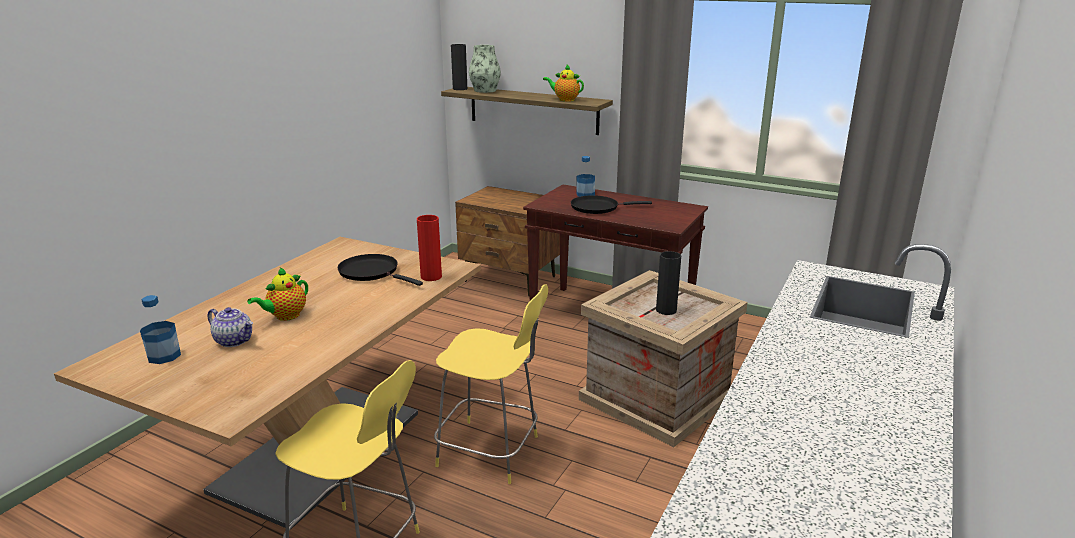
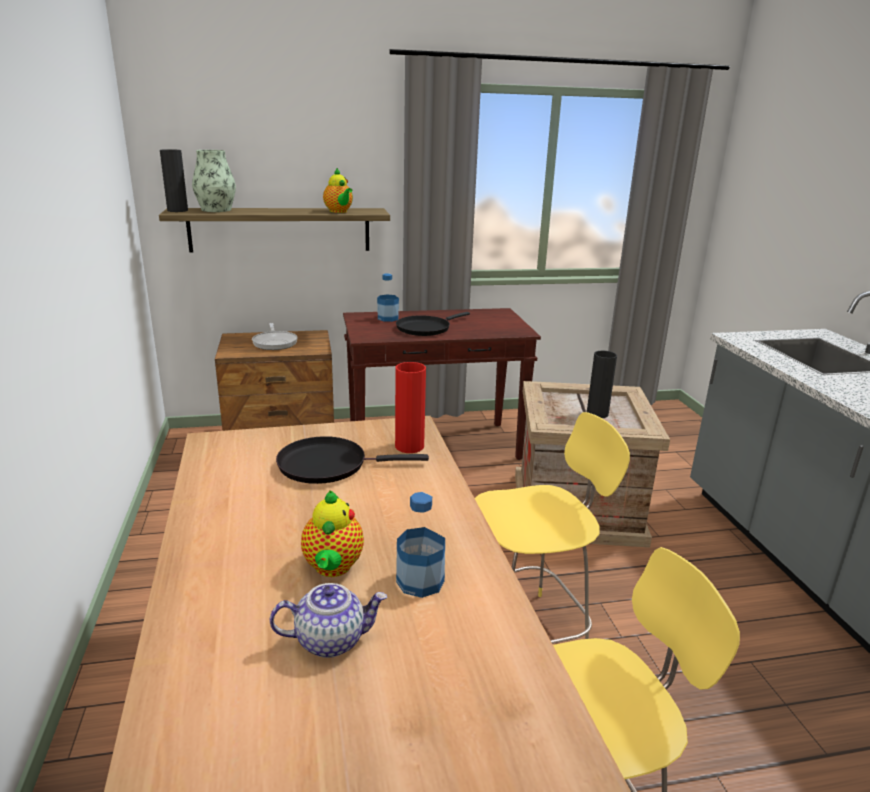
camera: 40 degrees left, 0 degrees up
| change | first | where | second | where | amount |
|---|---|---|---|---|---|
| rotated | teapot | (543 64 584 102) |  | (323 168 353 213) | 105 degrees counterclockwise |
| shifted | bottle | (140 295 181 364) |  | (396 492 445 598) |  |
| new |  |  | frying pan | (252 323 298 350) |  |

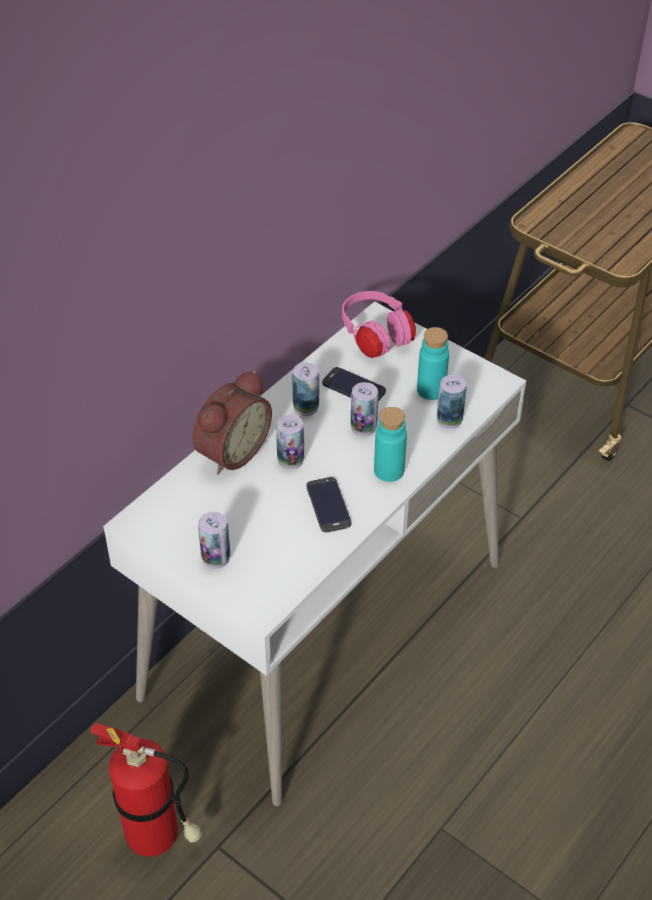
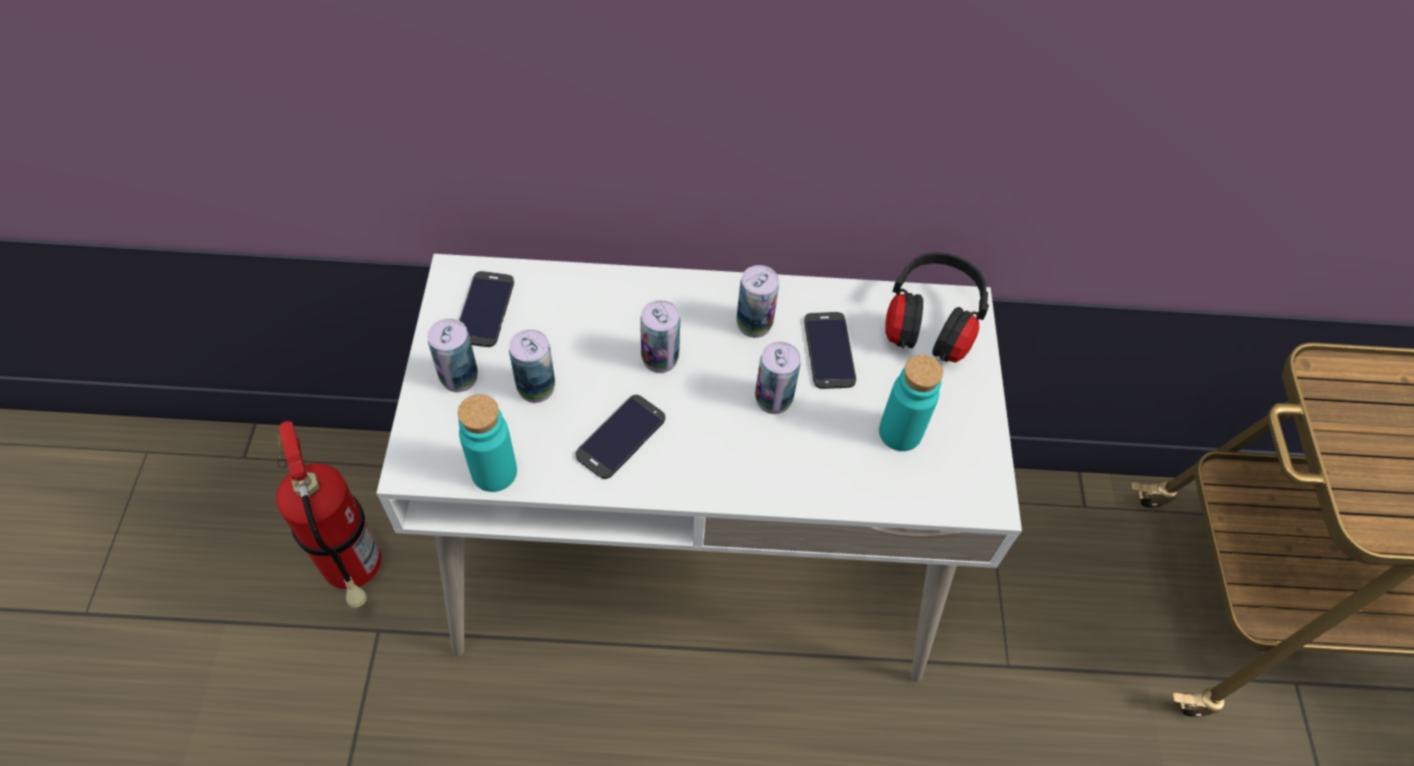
camera: 50 degrees right, 10 degrees up
| change | first | where | second | where | amount |
|---|---|---|---|---|---|
| repainted | headphones in pink | (342 291 416 358) | headphones in black | (885 252 989 363) |  |
| gone | alarm clock | (192 371 272 475) |  |  |  |
| shifted | can | (437 375 466 429) |  | (509 329 555 403) |  |
| shifted | bottle in turquoise | (374 407 407 482) |  | (458 394 517 492) |  |
| new |  |  | phone | (459 271 514 347) |  |

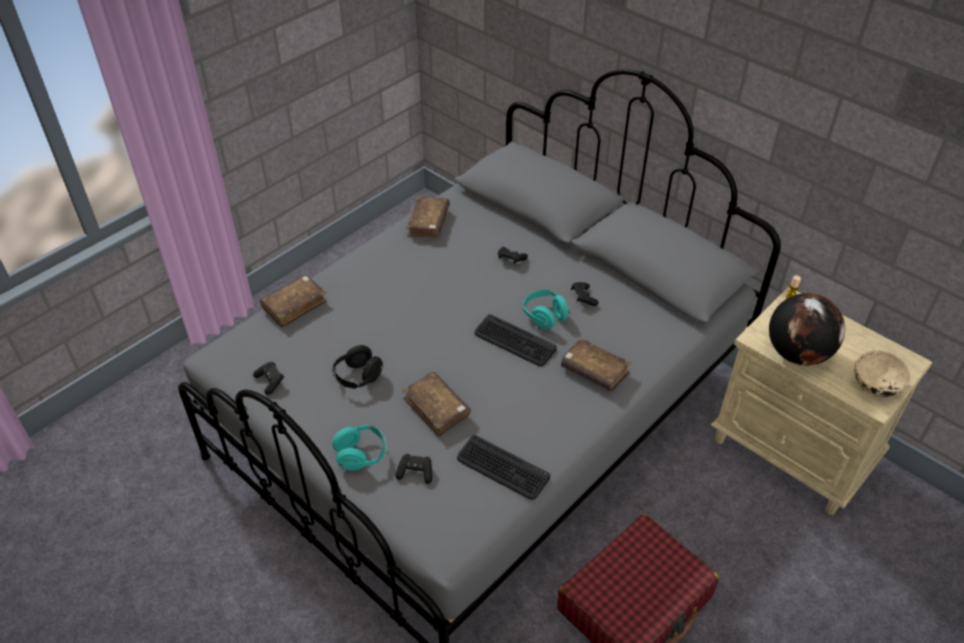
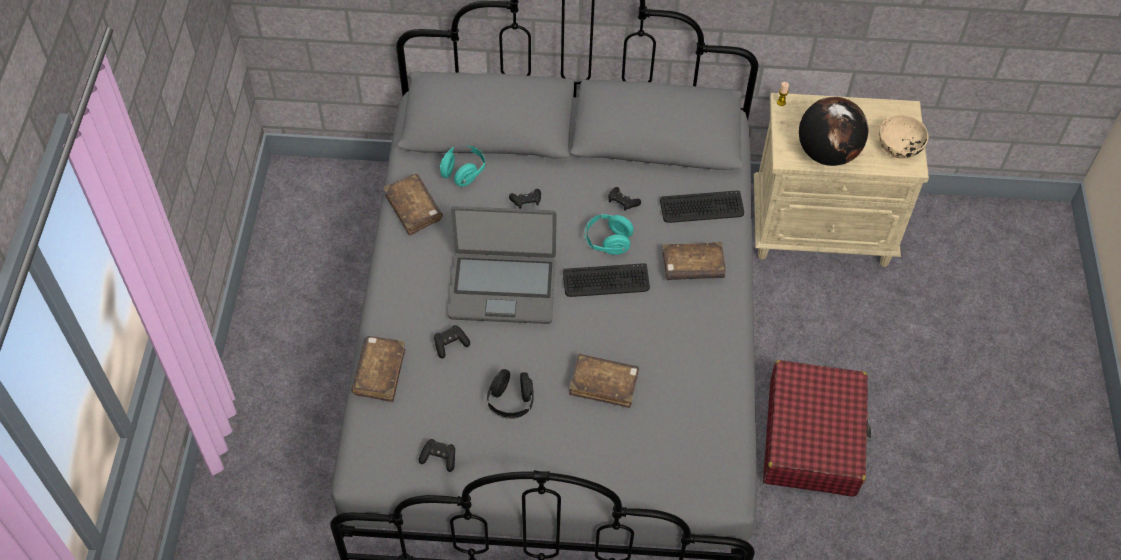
camera: 40 degrees left, 10 degrees up
| change | first | where | second | where | amount |
|---|---|---|---|---|---|
| shifted | headphones in turquoise | (332 425 387 471) |  | (440 145 486 187) |  |
| shifted | keyboard | (457 435 550 500) |  | (660 190 744 223) |  |
| shifted | game controller in black | (396 454 432 484) |  | (434 325 470 358) |  |
| new |  |  | laptop | (448 206 557 324) |  |

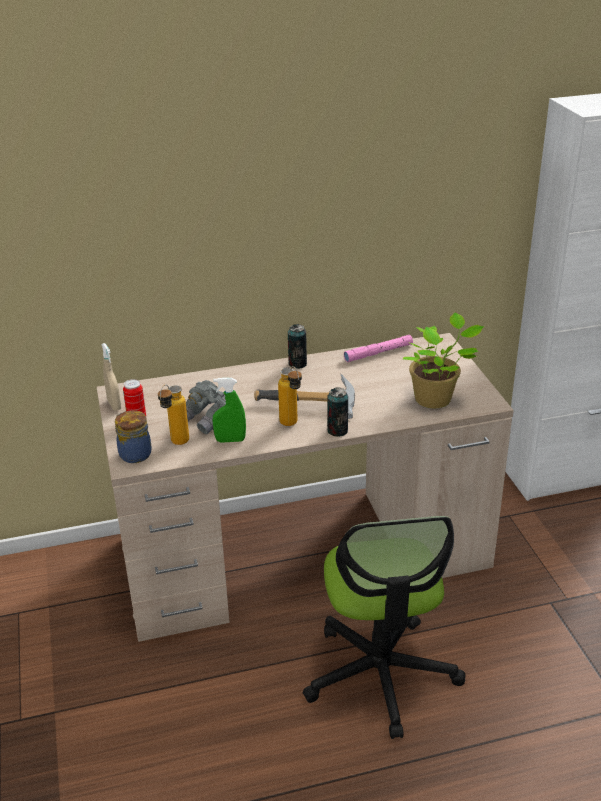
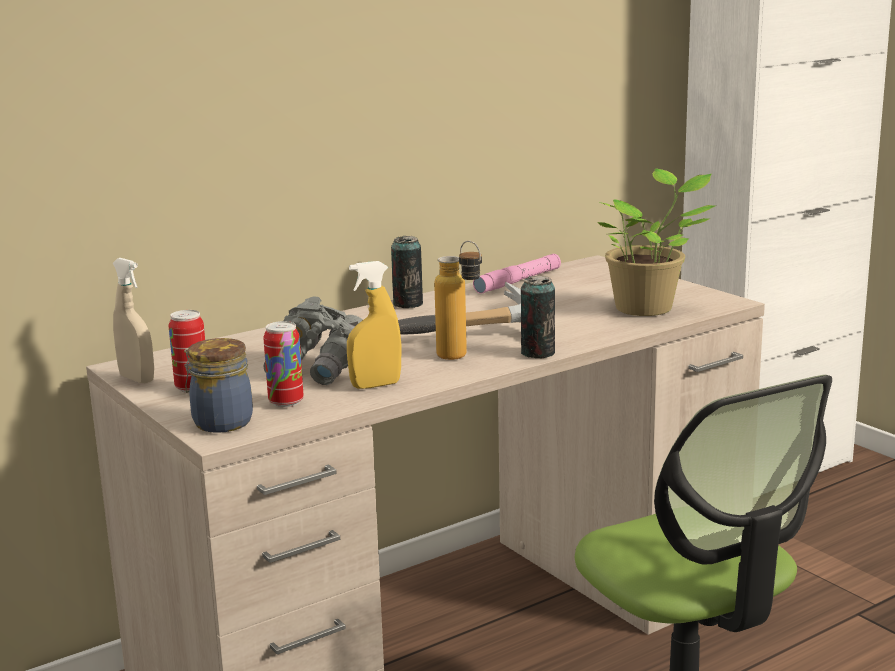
camera: 20 degrees left, 15 degrees down
| change | first | where | second | where | amount |
|---|---|---|---|---|---|
| repainted | spray bottle in green | (212 378 246 443) | spray bottle in yellow | (347 261 401 389) |  |
| swapped | bottle | (158 385 189 445) | can | (263 321 304 407) |  |

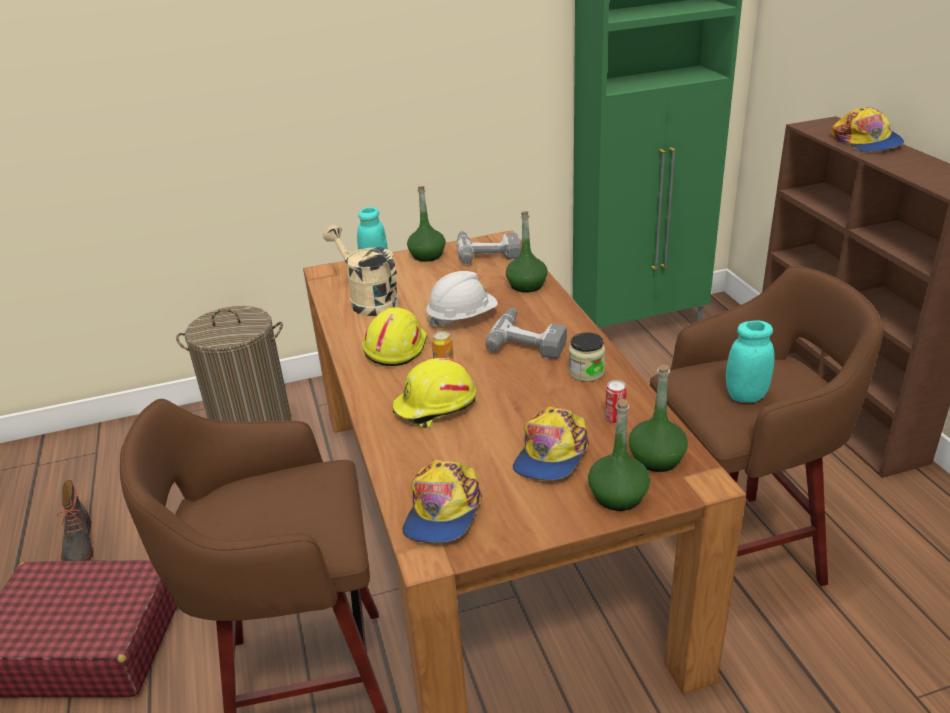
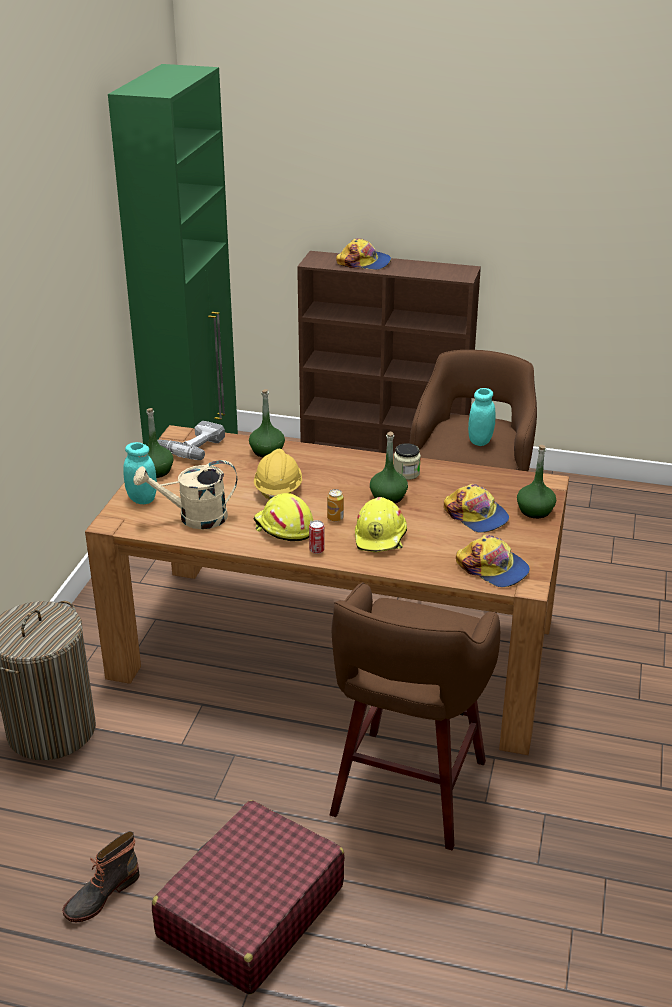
camera: 60 degrees left, 0 degrees up
| change | first | where | second | where | amount |
|---|---|---|---|---|---|
| repainted | hard hat in white | (426 271 498 327) | hard hat in yellow | (254 449 302 499) |  |
| gone | power drill | (485 308 567 359) |  |  |  |
| shifted | bottle in green | (629 365 688 472) |  | (370 432 408 503) |  |
| shifted | can | (605 380 627 424) |  | (309 520 325 554) |  |
| rotated | boot | (57 480 94 561) |  | (62 831 140 922) | 120 degrees clockwise |

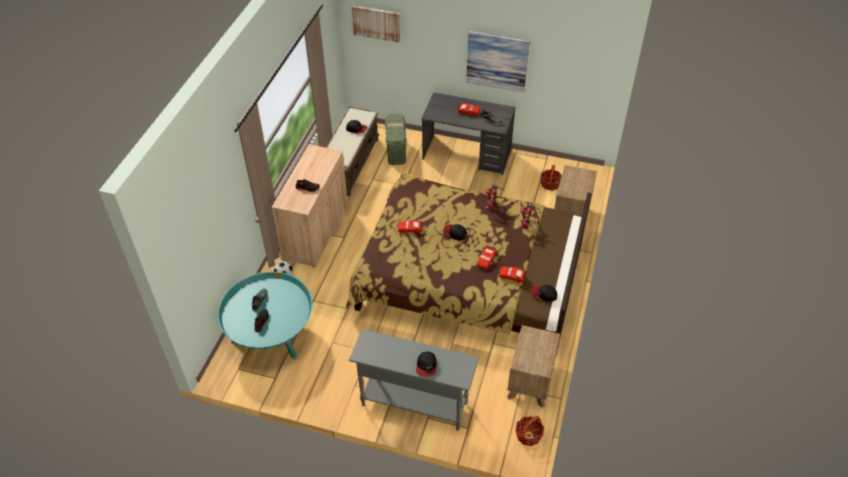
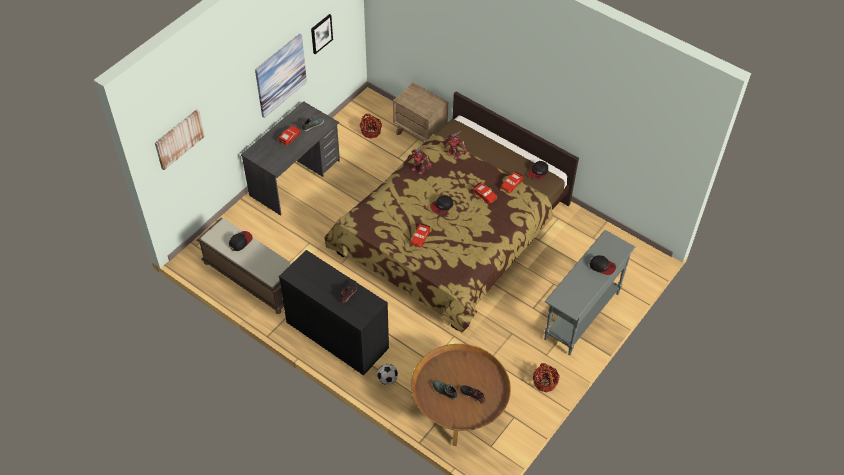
camera: 70 degrees left, 5 degrees up
| change | first | where | second | where | amount |
|---|---|---|---|---|---|
| gone | storage box in green | (385 114 407 165) |  |  |  |
| repainted | cabinet in beige | (272 144 348 268) | cabinet in black | (279 250 389 376) |  |
| repainted | coffee table in turquoise | (218 272 313 359) | coffee table in brown | (411 344 511 446) |  |
| gone | nightstand in brown | (507 325 560 408) |  |  |  |
| shifted | basket | (516 416 544 446) |  | (533 363 560 393) |  |
| new |  |  | picture | (311 14 333 54) |  |

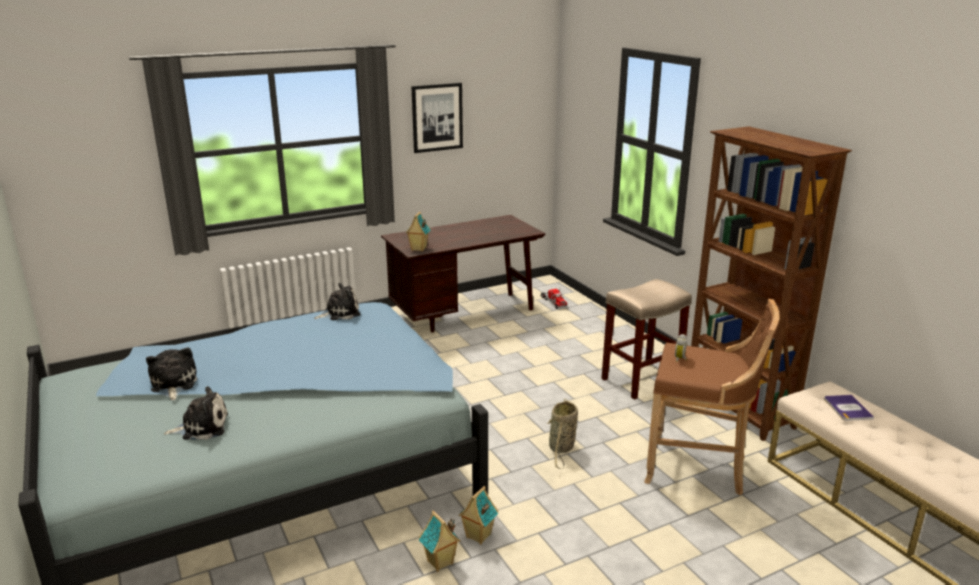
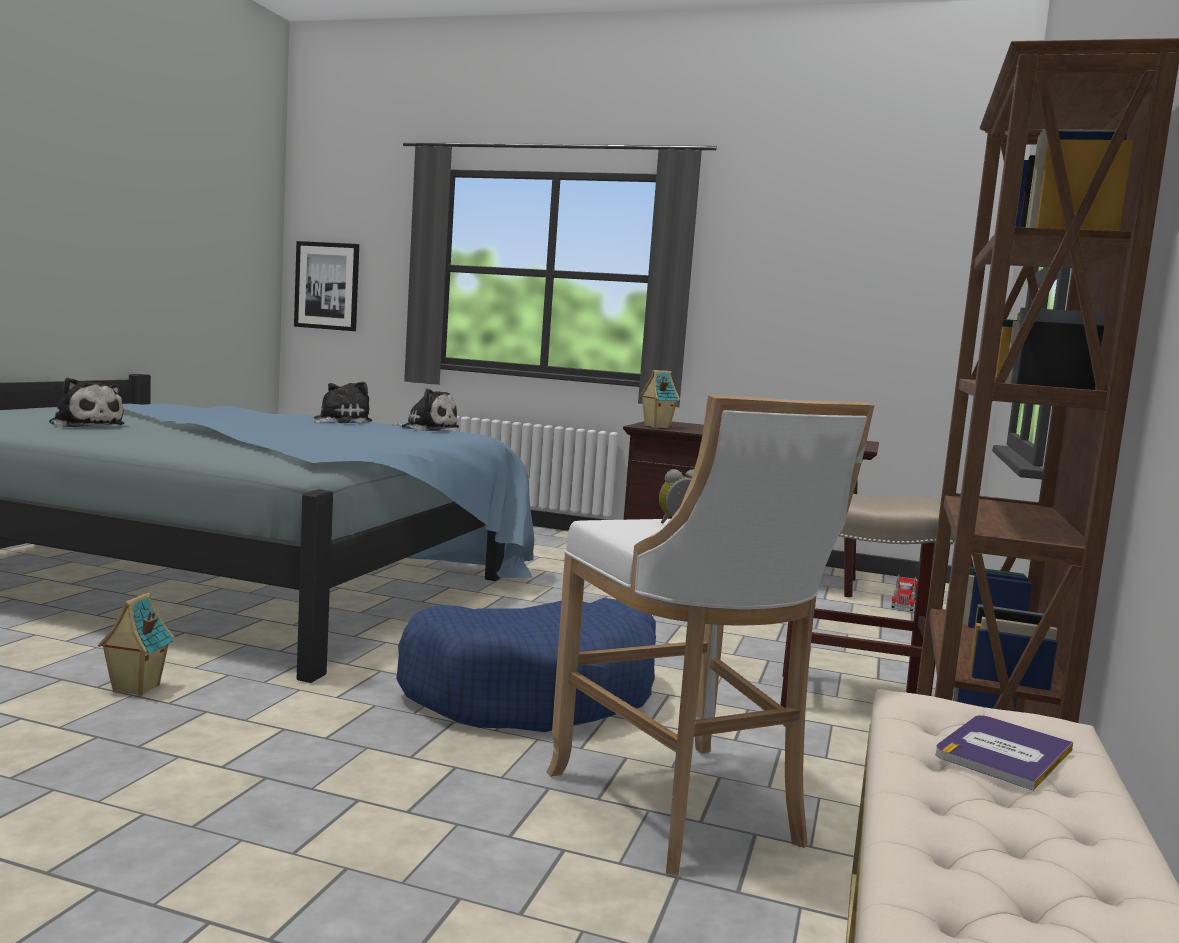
camera: 45 degrees right, 15 degrees down
| change | first | where | second | where | amount |
|---|---|---|---|---|---|
| shifted | picture | (411 83 463 153) |  | (294 241 359 331) |  |
| repainted | stool in brown | (644 298 780 495) | stool in white | (546 395 874 876) |  |
| shifted | plush toy | (146 347 197 400) |  | (313 382 372 424) |  |
| swapped | basket | (546 398 578 469) | dog bed in blue | (396 598 656 732) |  |
| gone | toy house | (458 486 499 544) |  |  |  |

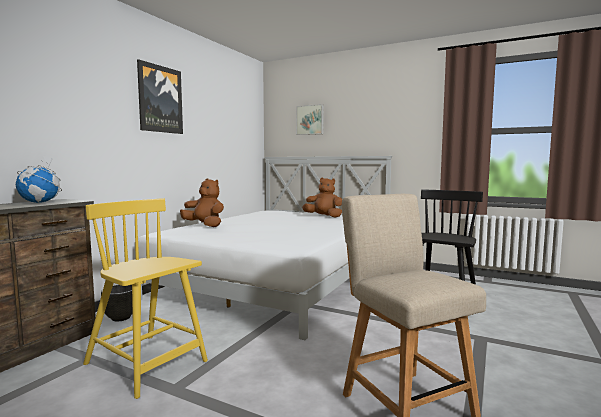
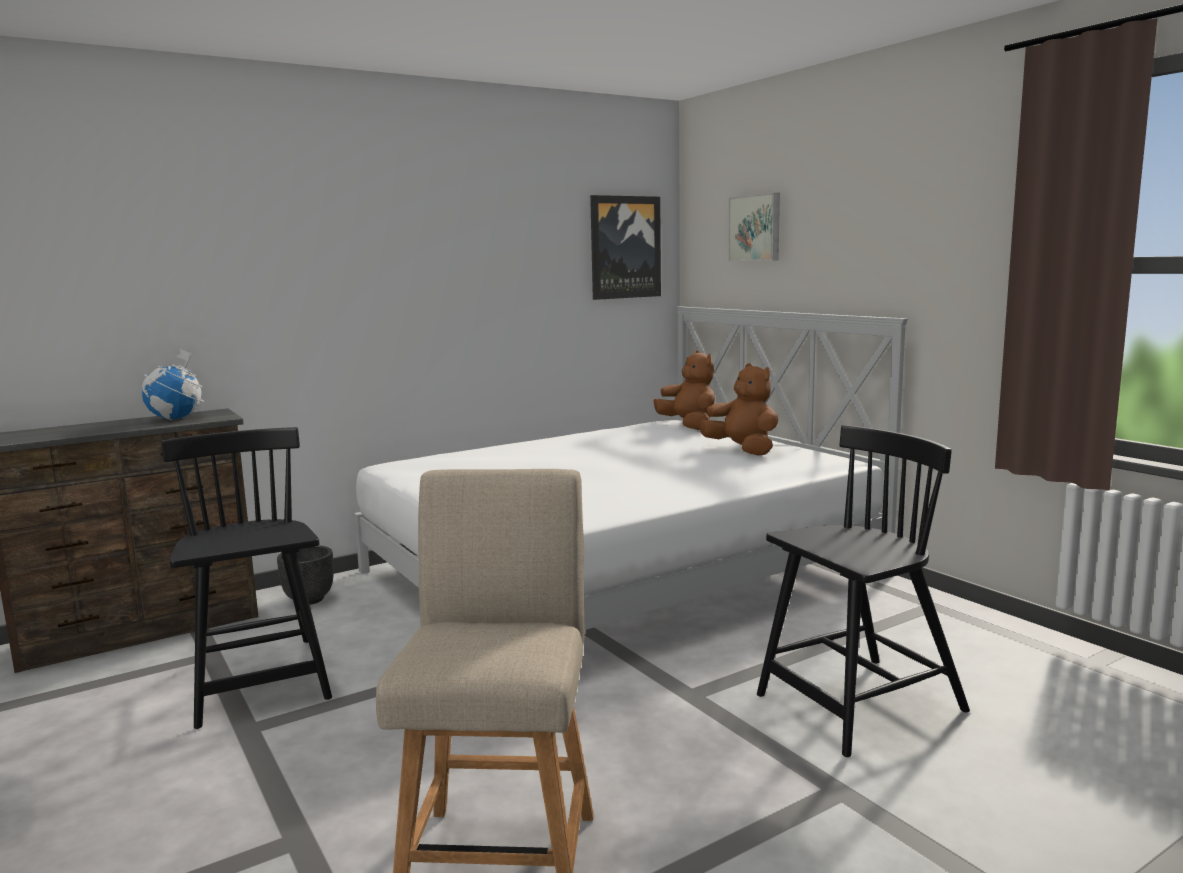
camera: 30 degrees right, 5 degrees up
| change | first | where | second | where | amount |
|---|---|---|---|---|---|
| shifted | picture | (137 59 183 134) |  | (590 195 661 300) |  |
| shifted | plush toy in brown | (180 178 224 227) |  | (653 350 715 430) |  |
| repainted | chair in yellow | (83 198 208 399) | chair in black | (161 427 332 729) |  |

